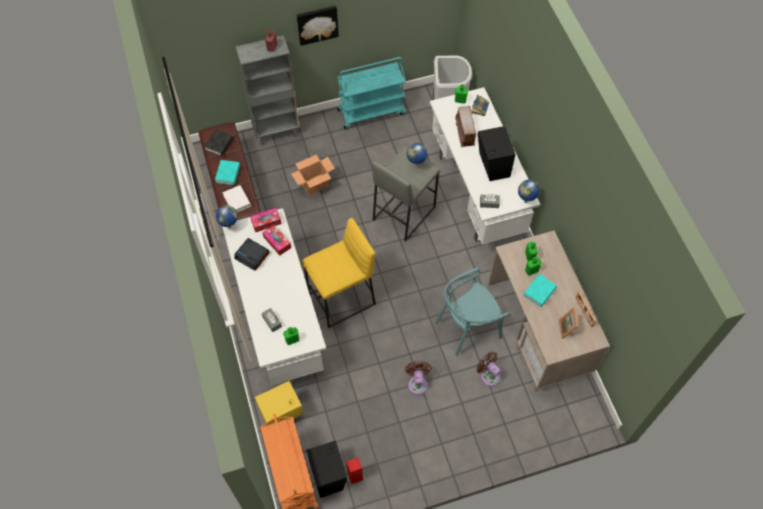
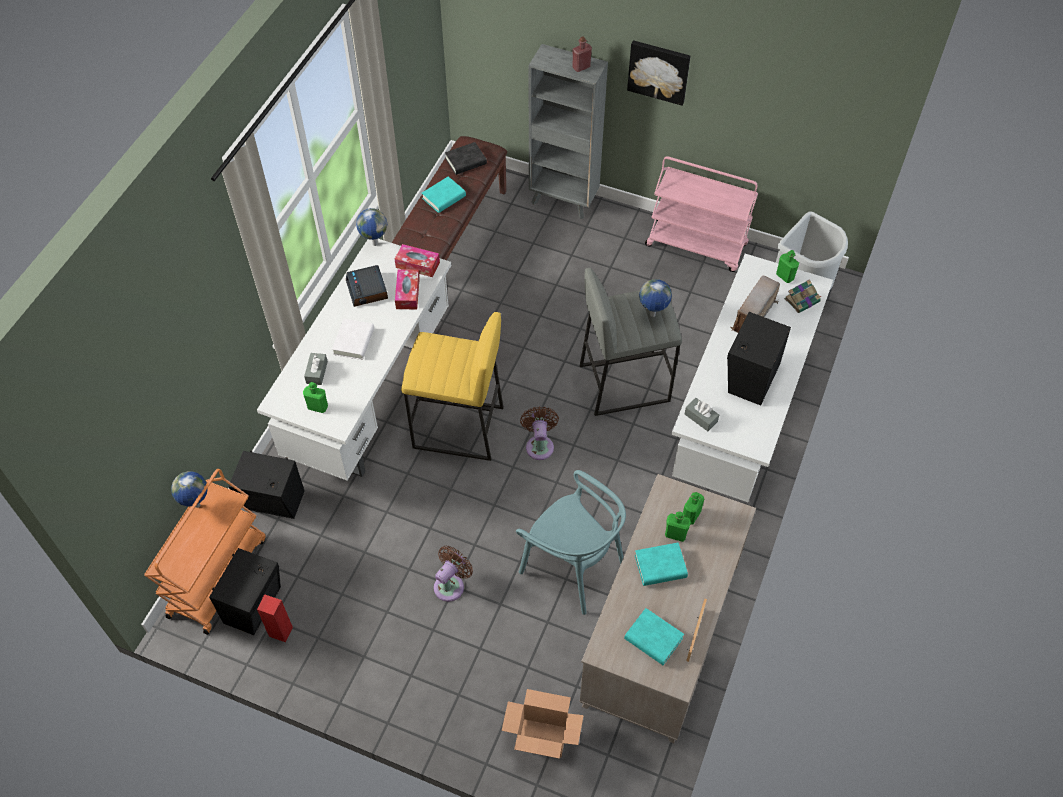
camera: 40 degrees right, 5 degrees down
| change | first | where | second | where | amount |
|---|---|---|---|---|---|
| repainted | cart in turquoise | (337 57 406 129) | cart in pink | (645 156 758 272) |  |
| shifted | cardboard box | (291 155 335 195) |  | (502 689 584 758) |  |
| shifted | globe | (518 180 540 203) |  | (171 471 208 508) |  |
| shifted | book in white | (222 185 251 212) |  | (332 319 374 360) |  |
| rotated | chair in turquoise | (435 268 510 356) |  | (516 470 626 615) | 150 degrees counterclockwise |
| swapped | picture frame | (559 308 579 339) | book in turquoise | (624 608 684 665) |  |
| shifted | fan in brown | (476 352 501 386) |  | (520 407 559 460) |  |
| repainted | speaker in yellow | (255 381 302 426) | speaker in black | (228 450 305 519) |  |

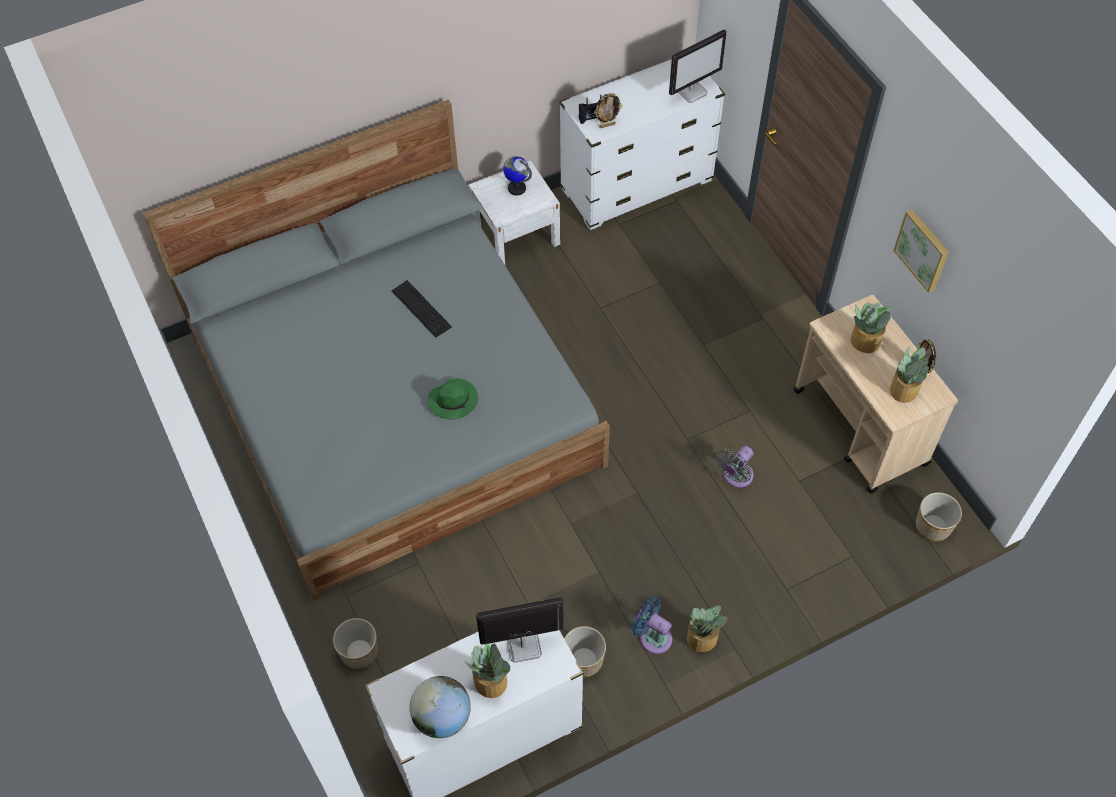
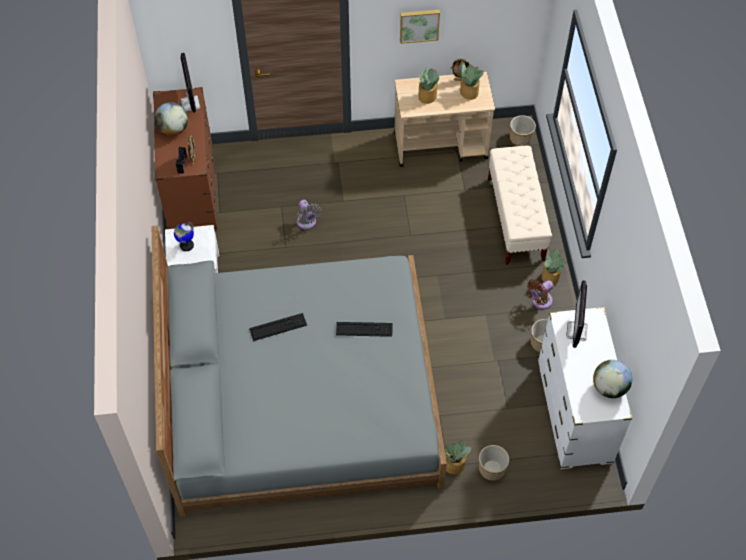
camera: 70 degrees left, 0 degrees up
| change | first | where | second | where | amount |
|---|---|---|---|---|---|
| repainted | dresser in white | (559 59 725 230) | dresser in brown | (153 87 217 231) |  |
| swapped | hat in green | (428 378 478 419) | keyboard | (336 322 393 337) |  |
| shifted | fan in grey | (716 446 754 488) |  | (297 200 322 229) |  |
| repainted | fan in blue | (631 597 672 654) | fan in brown | (527 279 553 309) |  |
| shifted | potted plant | (464 643 510 698) |  | (445 440 471 474) |  |
| new |  |  | globe | (154 102 188 136) |  |
| new |  |  | bench in beige | (488 146 552 265) |  |

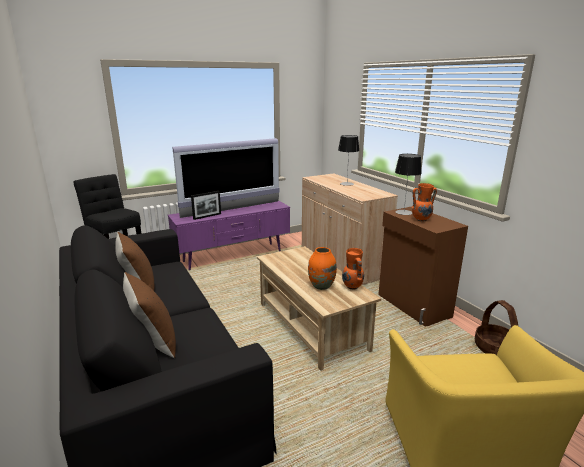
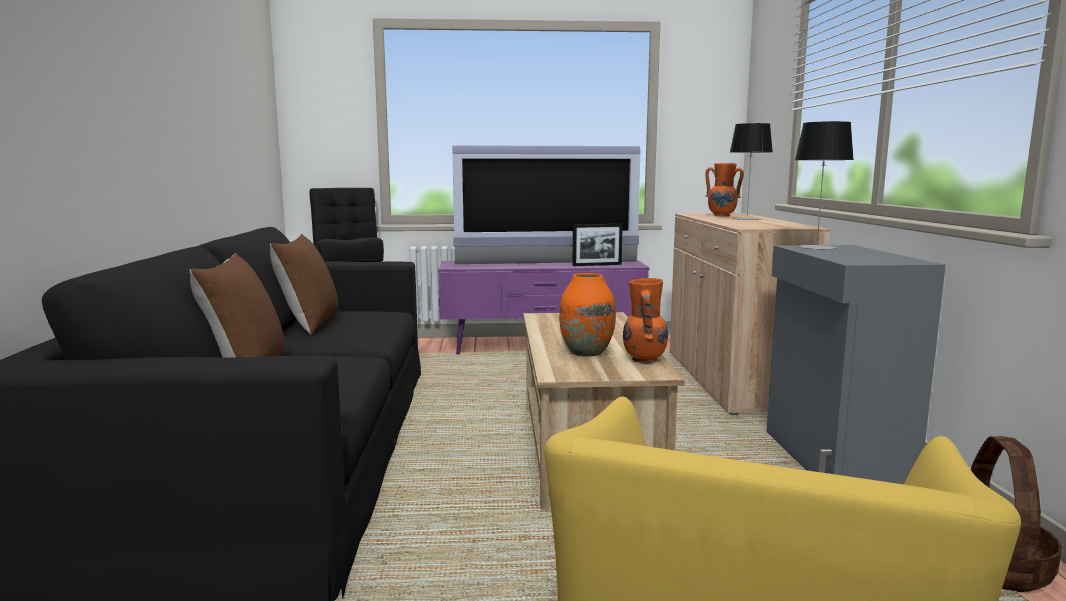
camera: 25 degrees right, 10 degrees down
| change | first | where | second | where | amount |
|---|---|---|---|---|---|
| shifted | vase in orange | (412 183 437 222) |  | (705 163 744 217) |  |
| shifted | picture frame | (191 191 221 220) |  | (572 224 623 266) |  |
| repainted | cabinet in brown | (378 207 468 327) | cabinet in grey | (767 245 946 484) |  |

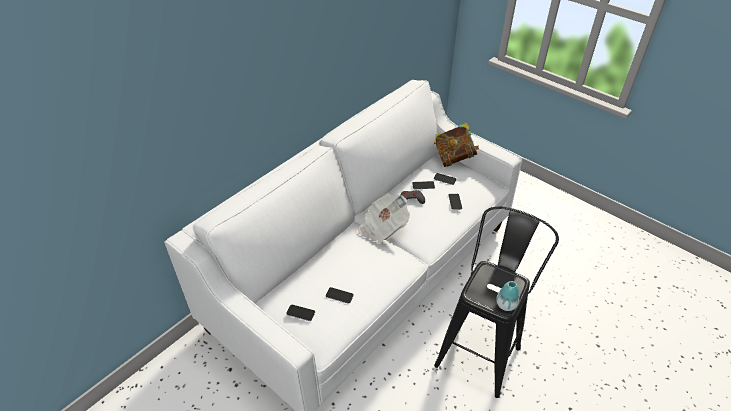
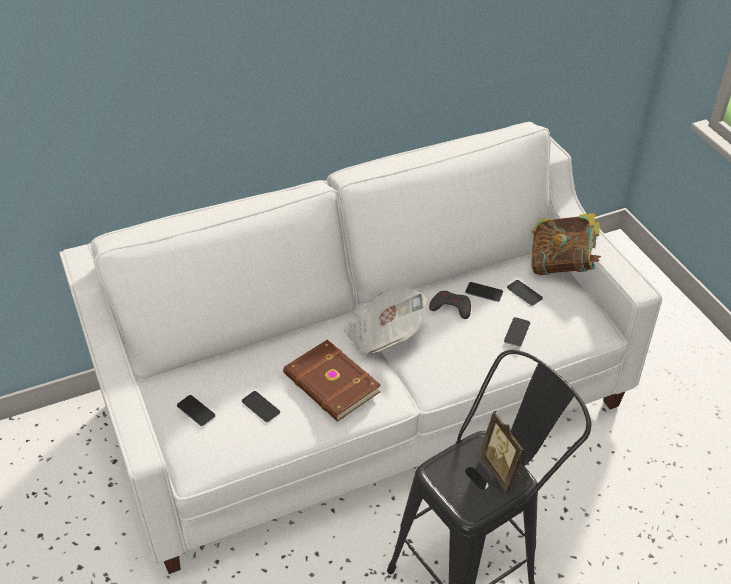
camera: 25 degrees right, 0 degrees up
| change | first | where | second | where | amount |
|---|---|---|---|---|---|
| gone | vase | (496 281 519 311) |  |  |  |
| new |  |  | book in brown | (283 340 381 422) |  |
| new |  |  | picture frame | (479 411 525 493) |  |

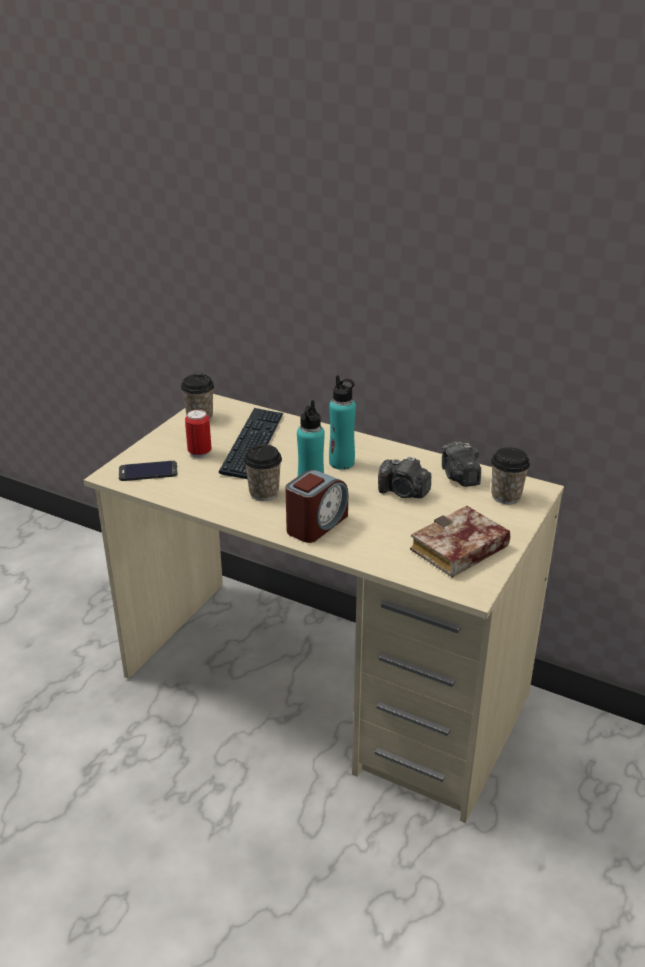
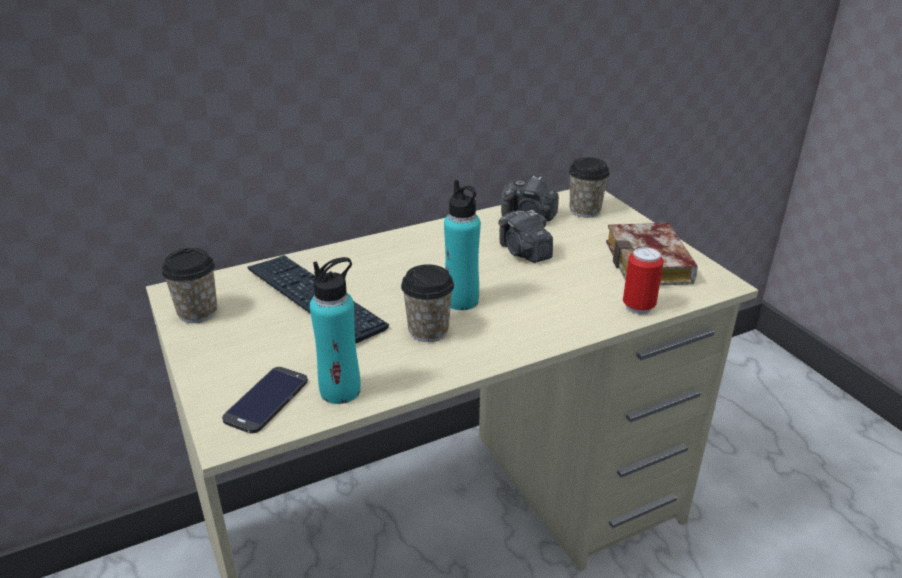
camera: 55 degrees left, 0 degrees up
| change | first | where | second | where | amount |
|---|---|---|---|---|---|
| shifted | bottle in turquoise | (329 375 356 470) |  | (310 257 361 404) |  |
| shifted | can | (185 409 211 458) |  | (623 246 664 314) |  |
| rotated | photo camera | (378 456 431 498) |  | (498 210 553 263) | 90 degrees clockwise |
| gone | alarm clock | (286 469 348 543) |  |  |  |

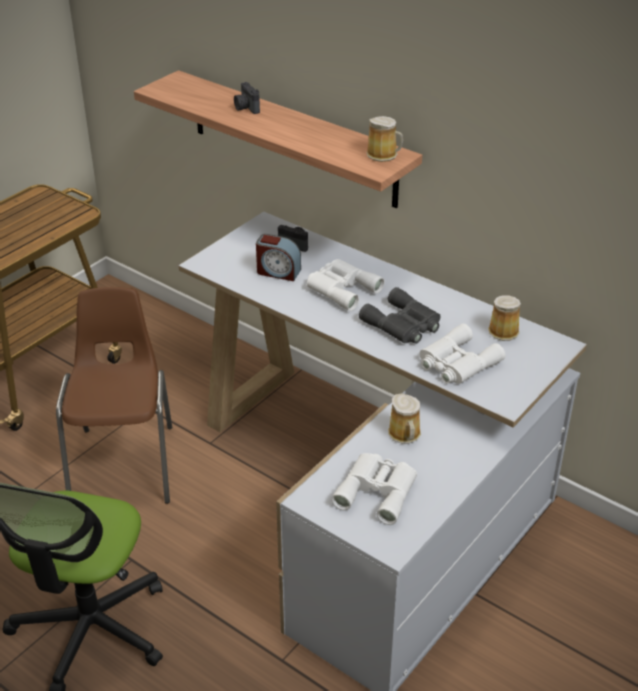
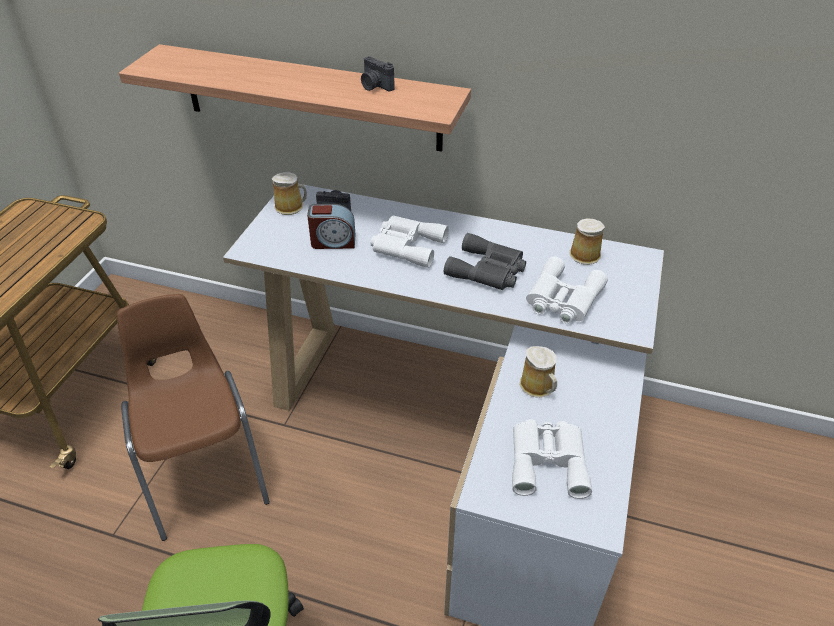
camera: 20 degrees left, 5 degrees up
| change | first | where | second | where | amount |
|---|---|---|---|---|---|
| shifted | photo camera | (234 82 260 114) |  | (361 56 395 91) |  |
| shifted | mug | (366 116 403 162) |  | (272 172 307 215) |  |

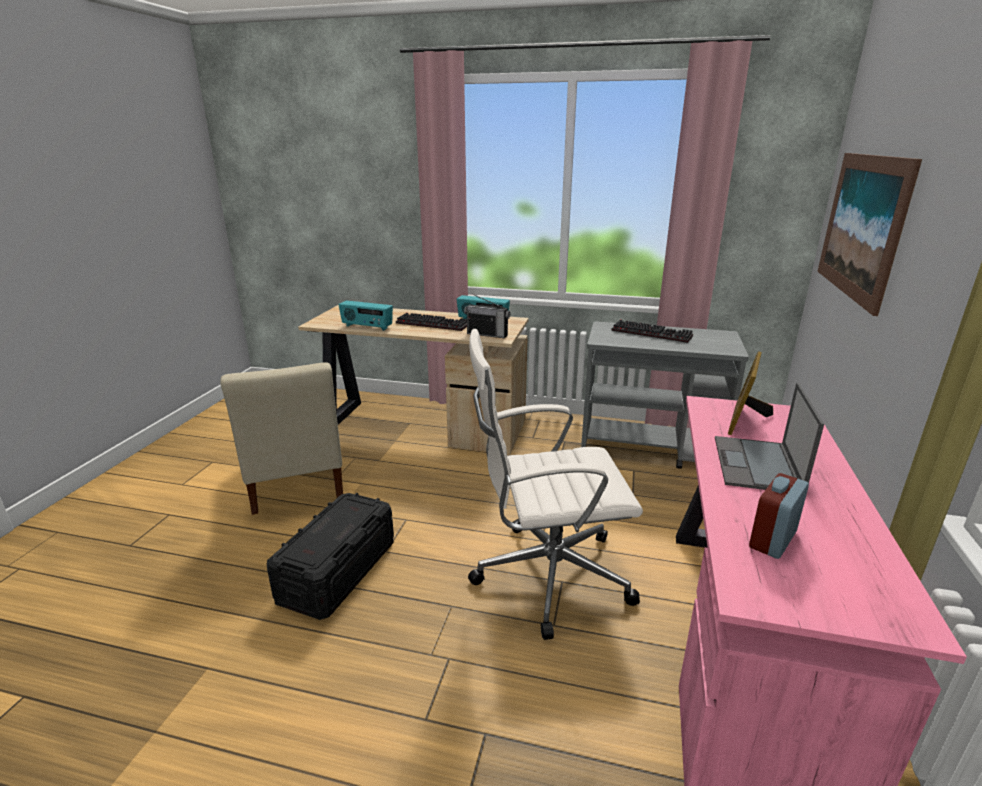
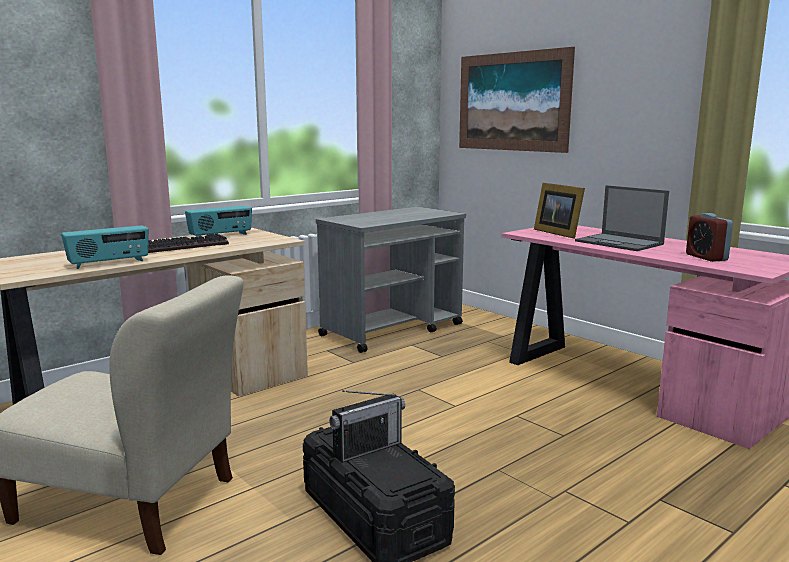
camera: 55 degrees left, 10 degrees down
| change | first | where | second | where | amount |
|---|---|---|---|---|---|
| shifted | radio | (464 294 510 338) |  | (329 390 405 463) |  |
| gone | keyboard | (611 320 693 343) |  |  |  |
| gone | office chair in white | (468 329 643 640) |  |  |  |

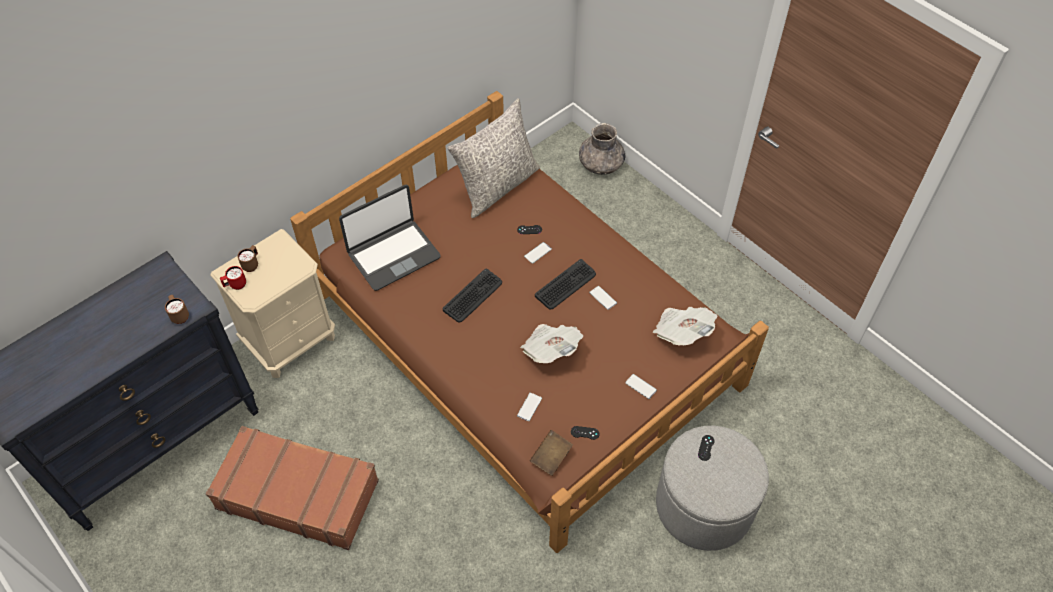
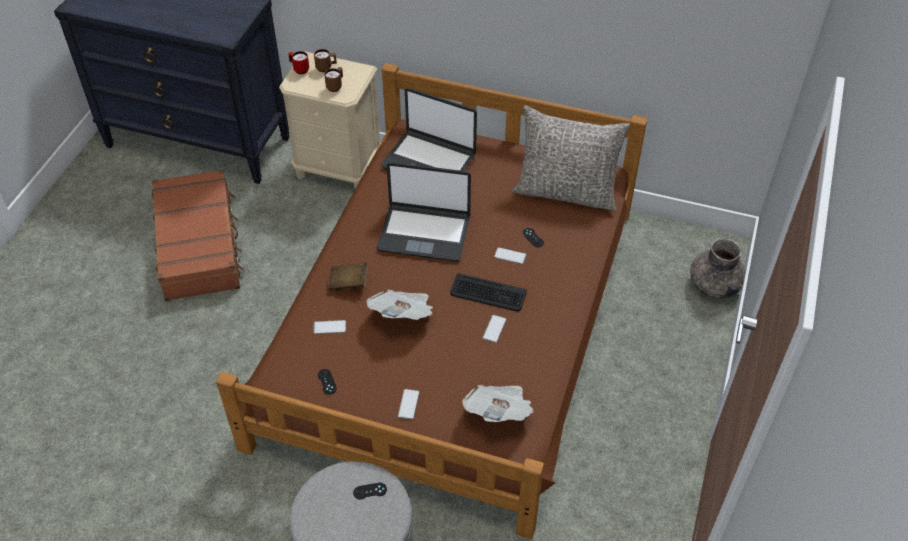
camera: 60 degrees right, 5 degrees down
| change | first | where | second | where | amount |
|---|---|---|---|---|---|
| swapped | keyboard | (443 268 502 323) | laptop | (377 162 471 262) |  |
| shifted | mug in brown | (165 295 189 324) |  | (324 67 343 92) |  |
| shifted | book in brown | (530 430 573 476) |  | (328 263 367 292) |  |

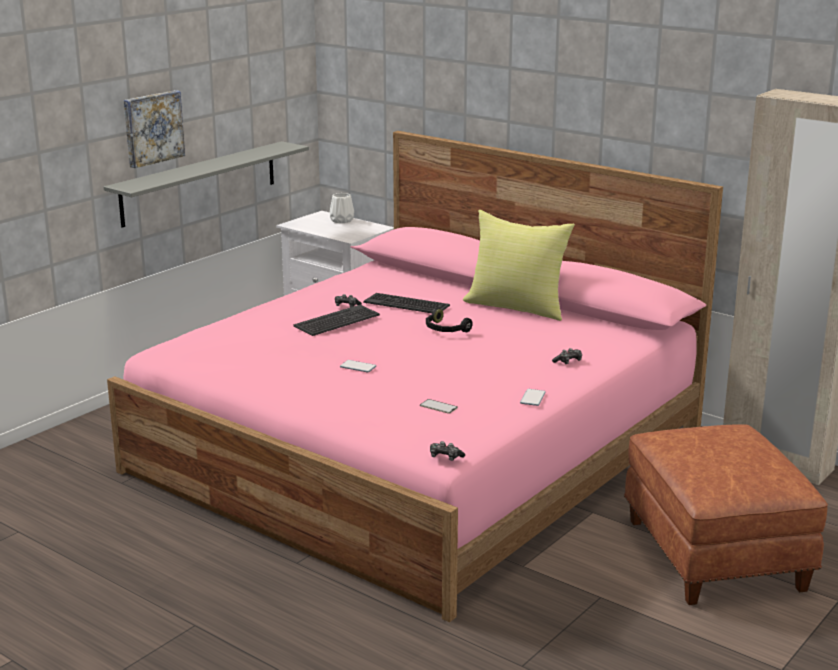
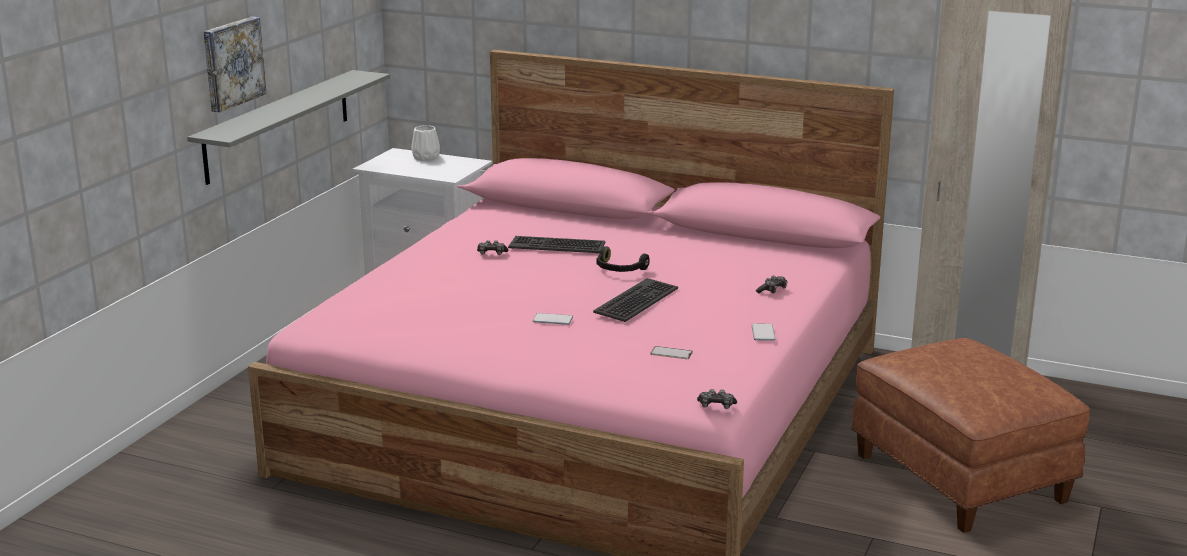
camera: 15 degrees left, 0 degrees up
| change | first | where | second | where | amount |
|---|---|---|---|---|---|
| gone | pillow in yellow | (463 210 575 321) |  |  |  |
| shifted | keyboard | (293 305 380 336) |  | (593 278 678 322) |  |

